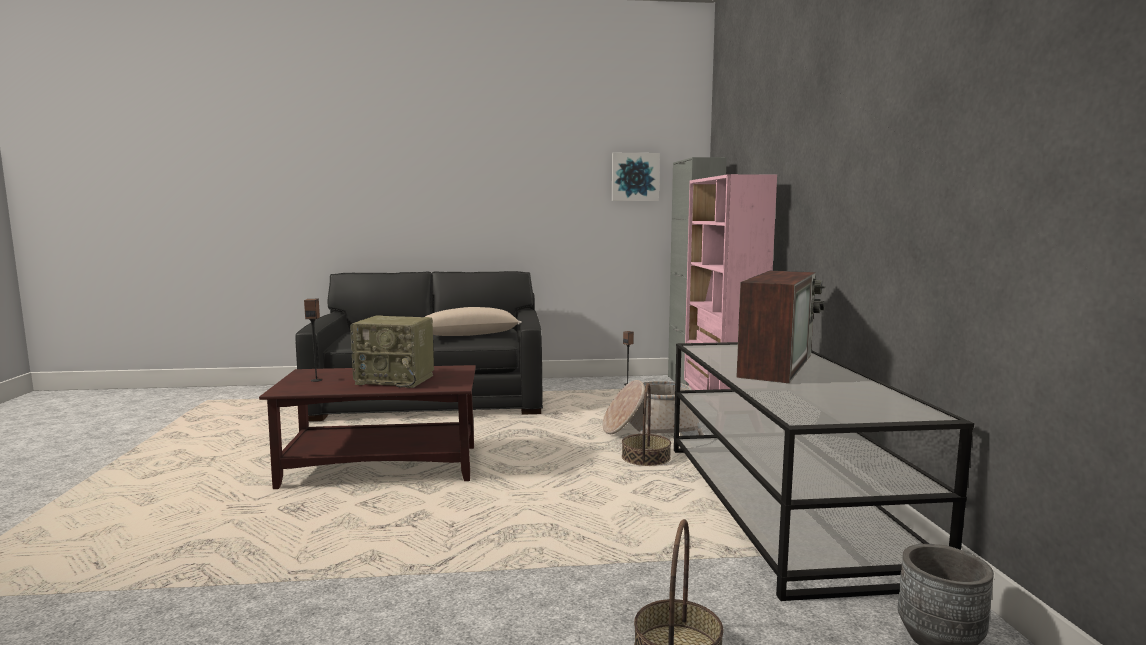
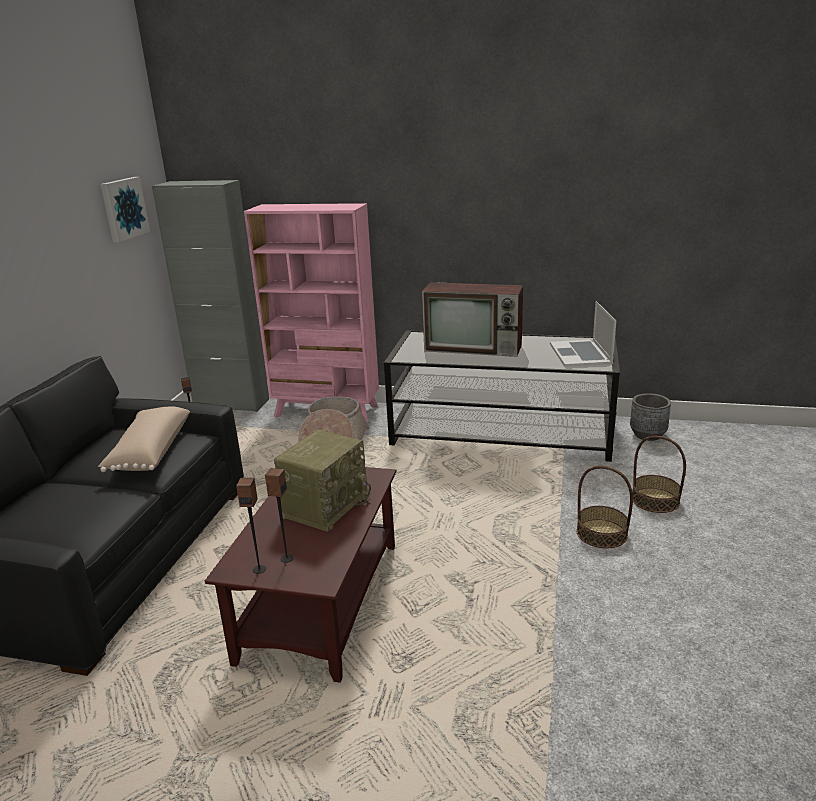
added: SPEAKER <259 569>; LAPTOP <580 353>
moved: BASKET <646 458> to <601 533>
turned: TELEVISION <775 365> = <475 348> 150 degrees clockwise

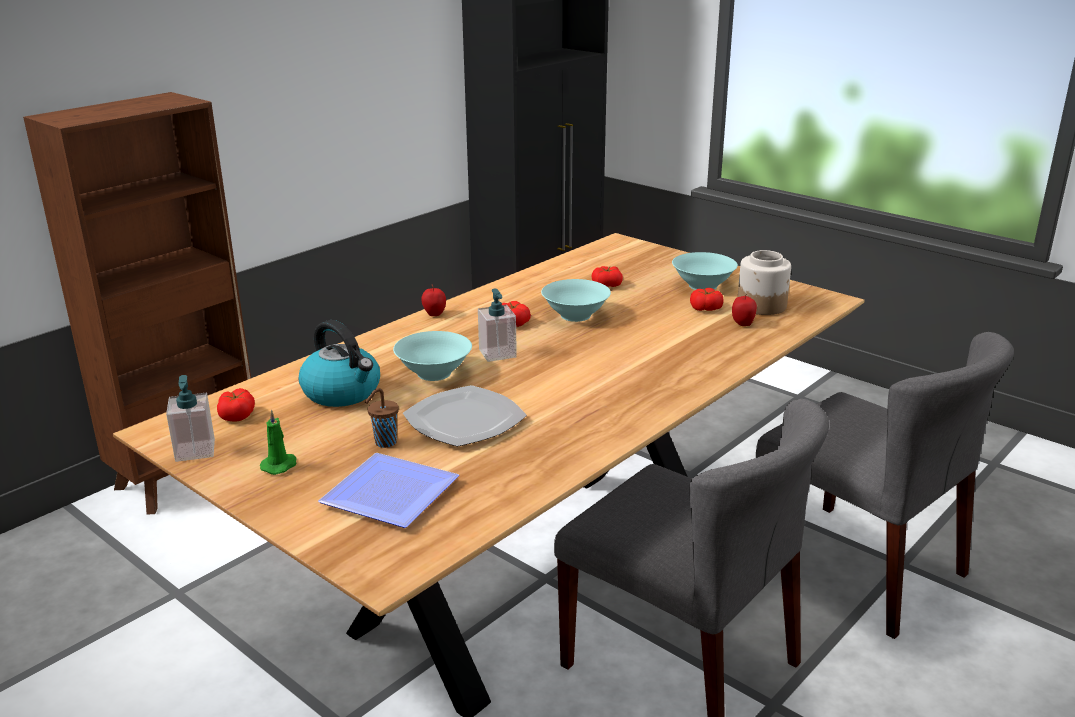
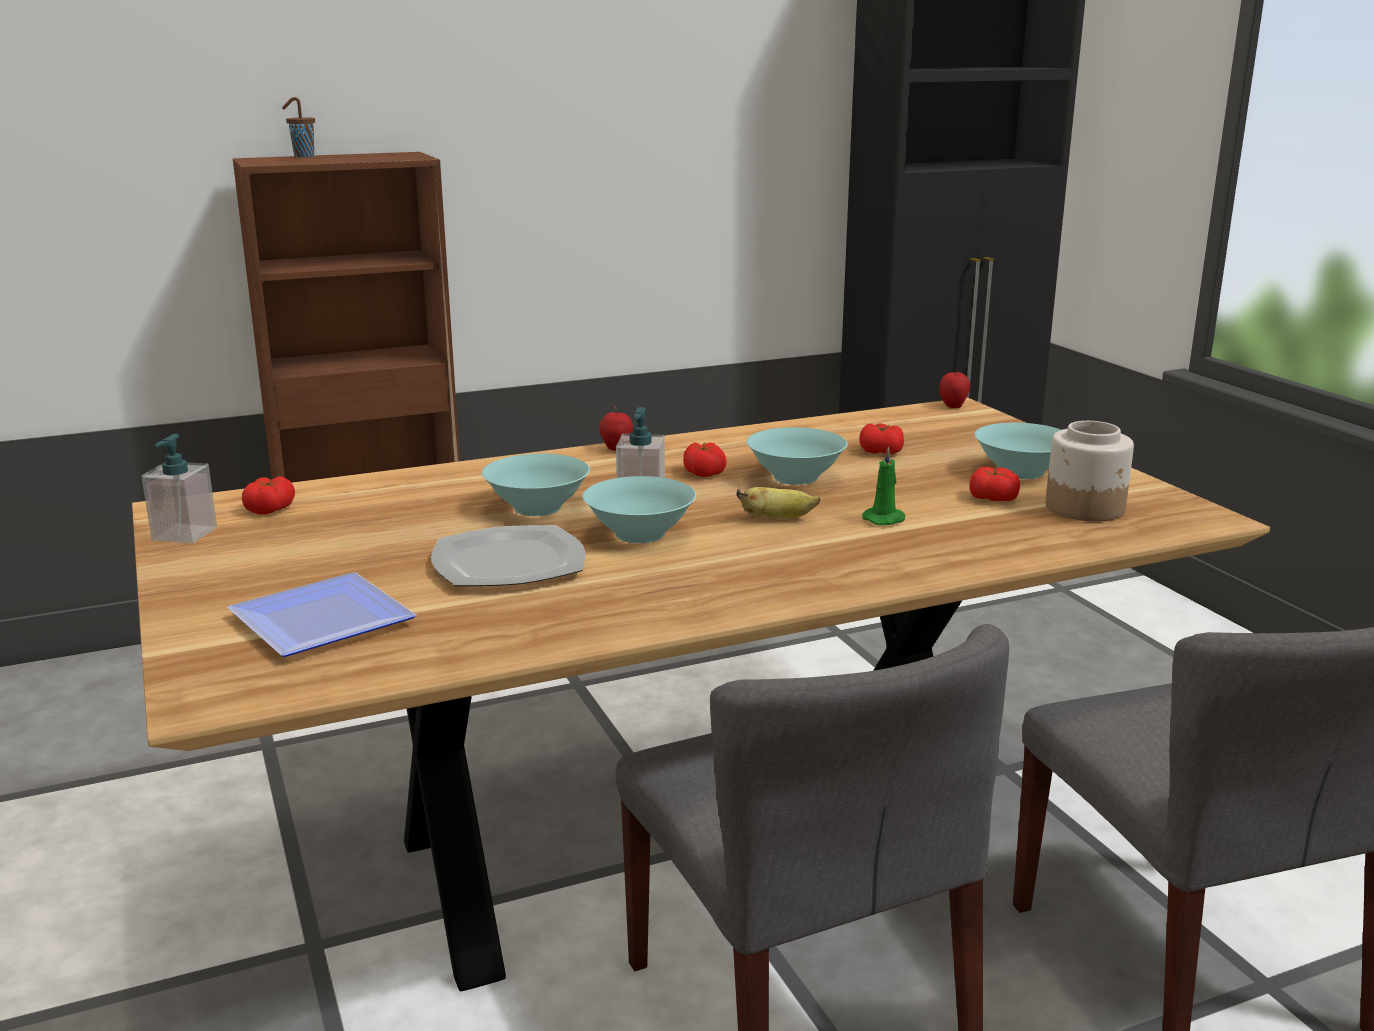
removed: KETTLE <343 392>
added: TURQUOISE BOWL <641 534>; BANANA <777 519>
moved: BROWN CUP <384 443> to <302 156>; GREEN CANDLE <280 465> to <885 519>; APPLE <742 324> to <953 406>

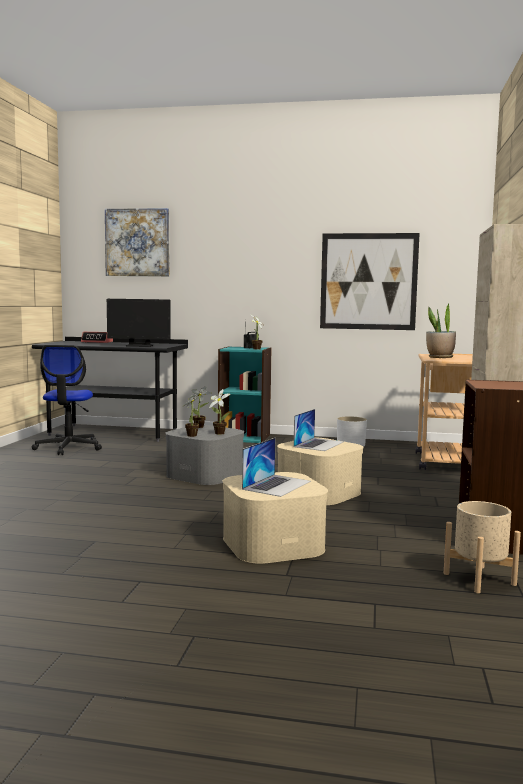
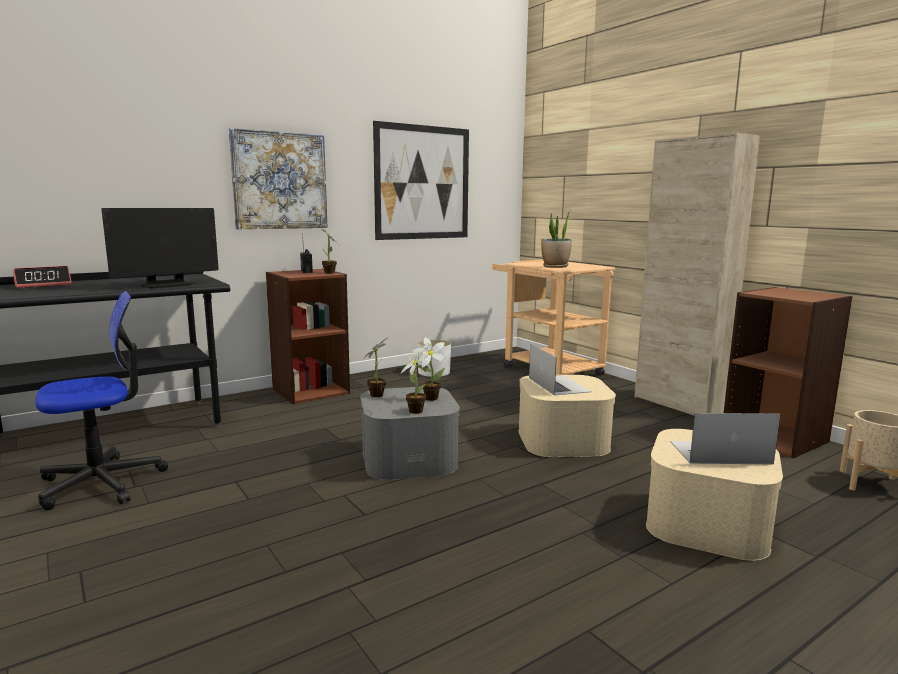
moved: PICTURE <137 242> to <279 181>
recoloured: TURQUOISE BOOKCASE <244 437> to BROWN BOOKCASE <310 390>
turned: OFFICE CHAIR <68 448> = <102 482> 75 degrees counterclockwise; LAPTOP <277 485> = <719 452> 75 degrees counterclockwise

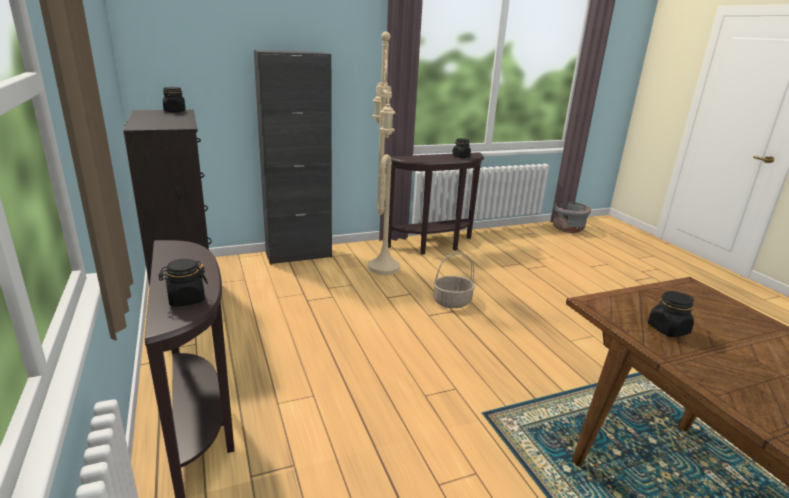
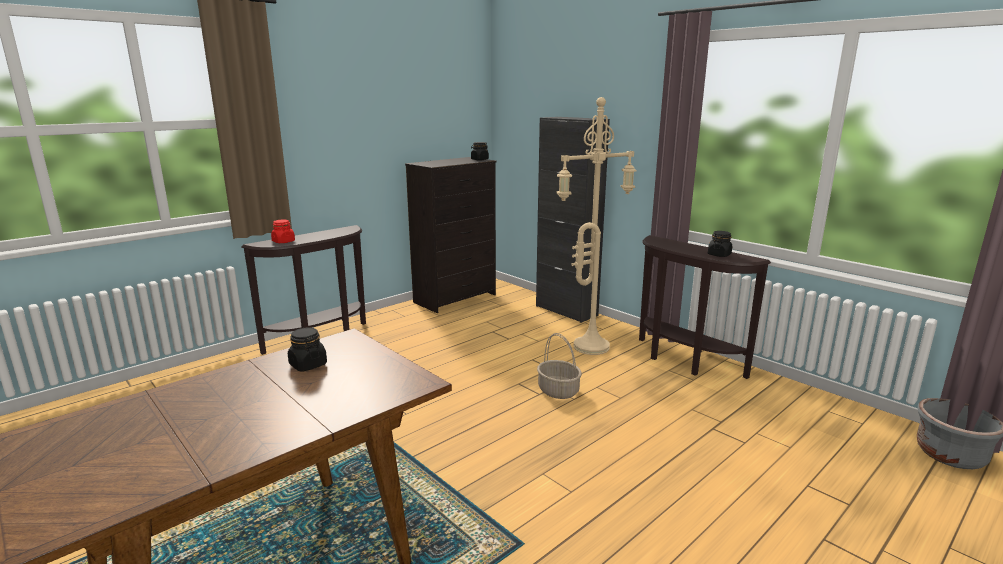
recoloured: BLACK JAR <186 299> to RED JAR <283 241>

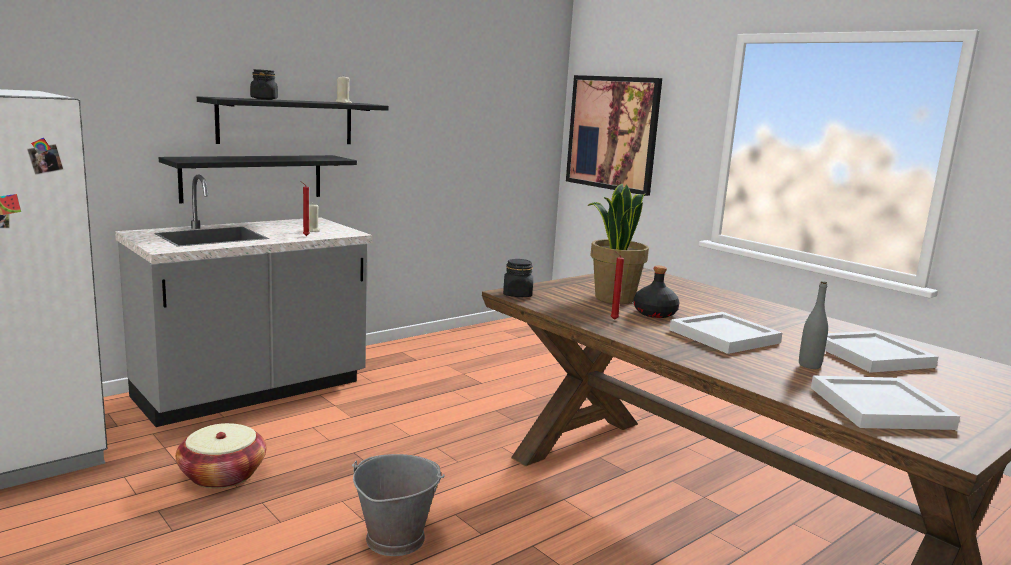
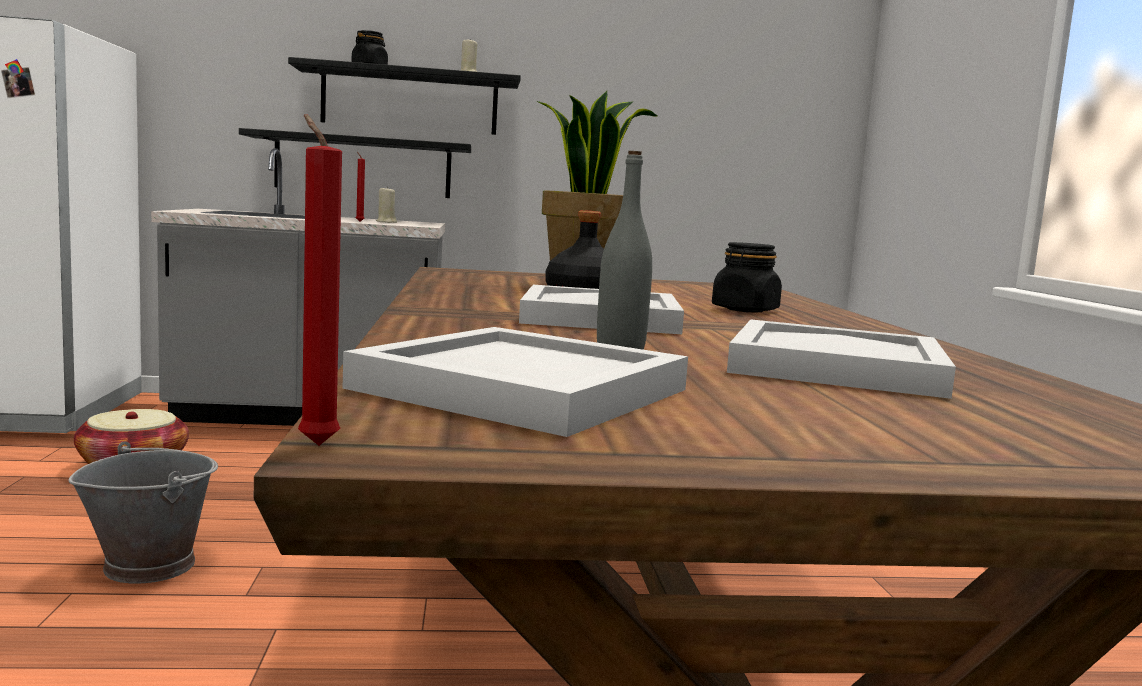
removed: PICTURE <612 133>
moved: RED CANDLE <612 319> to <315 443>; BLACK JAR <517 294> to <745 310>

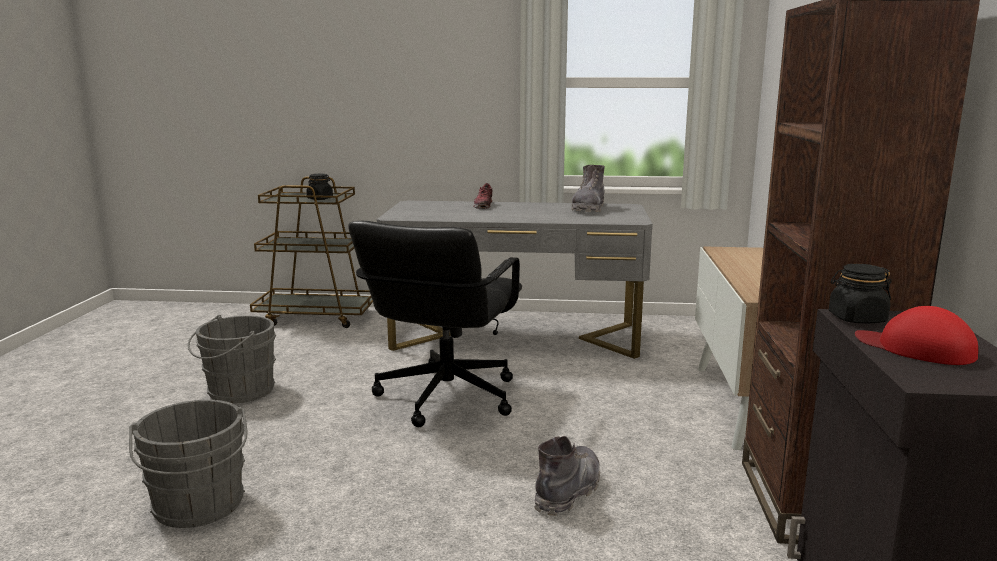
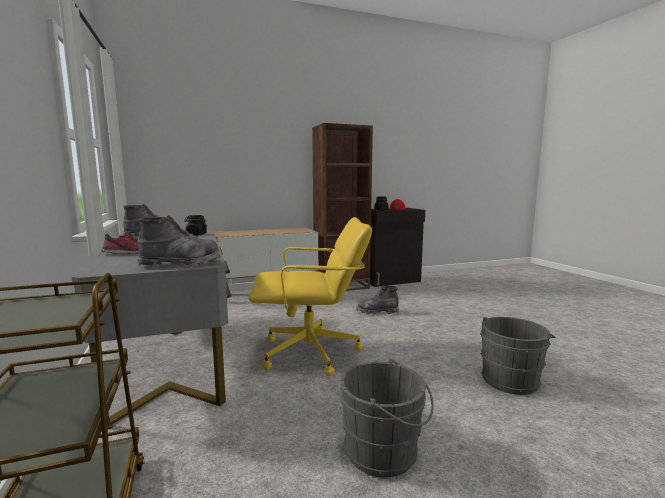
added: GREY BOOT <181 264>
moved: BLACK JAR <320 198> to <196 234>
recoloured: BLACK OFFICE CHAIR <445 397> to YELLOW OFFICE CHAIR <311 353>

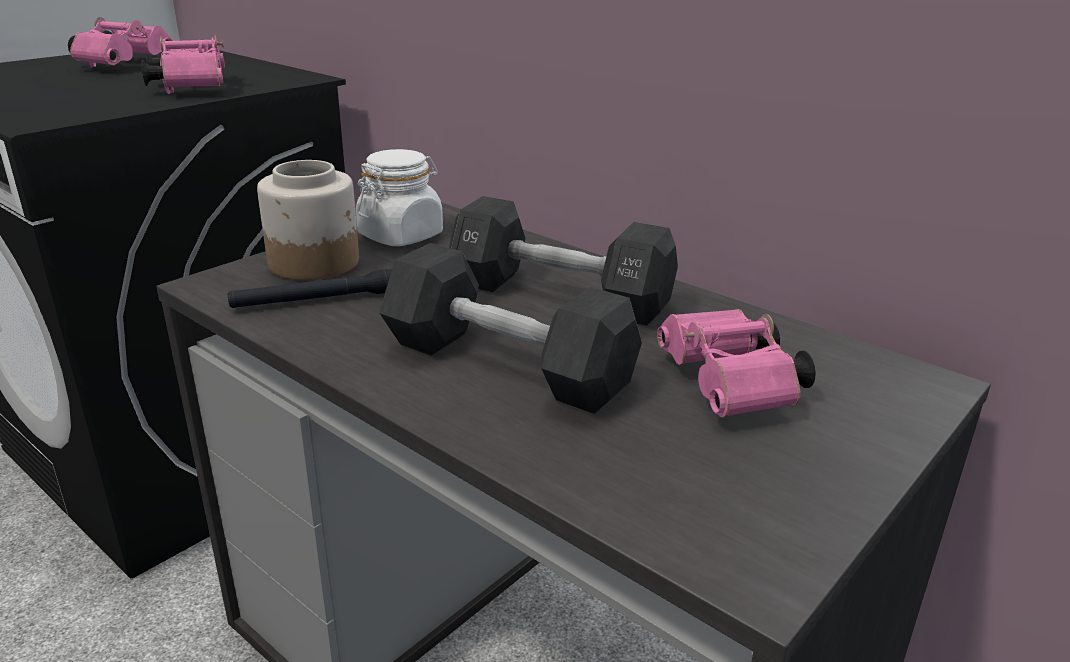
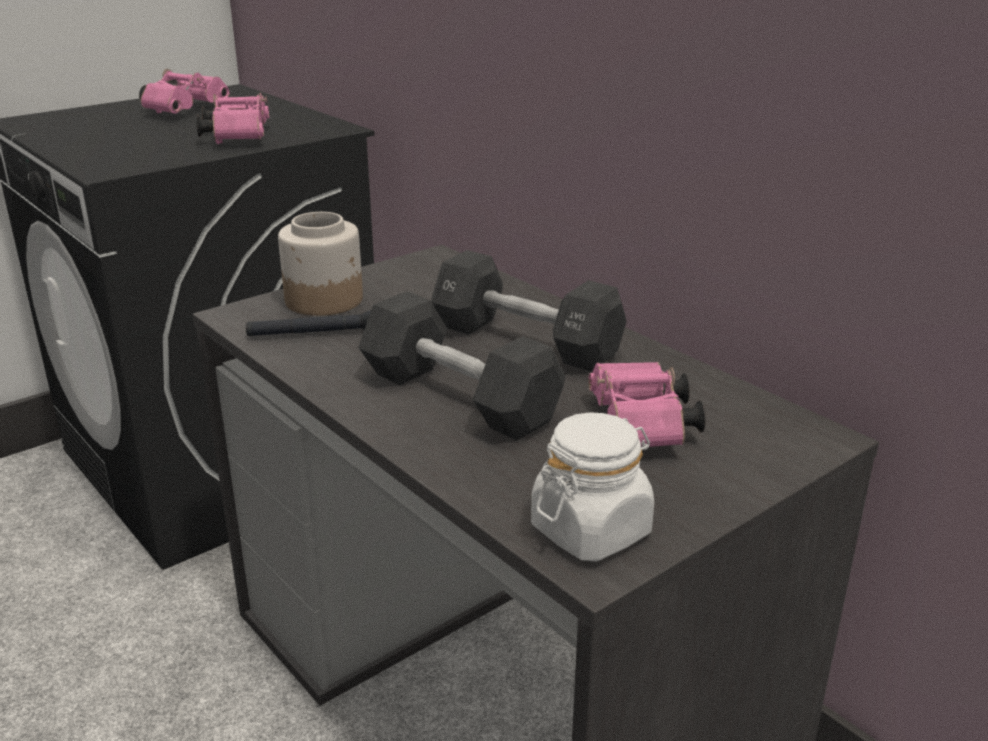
moved: WHITE JAR <401 235> to <591 530>

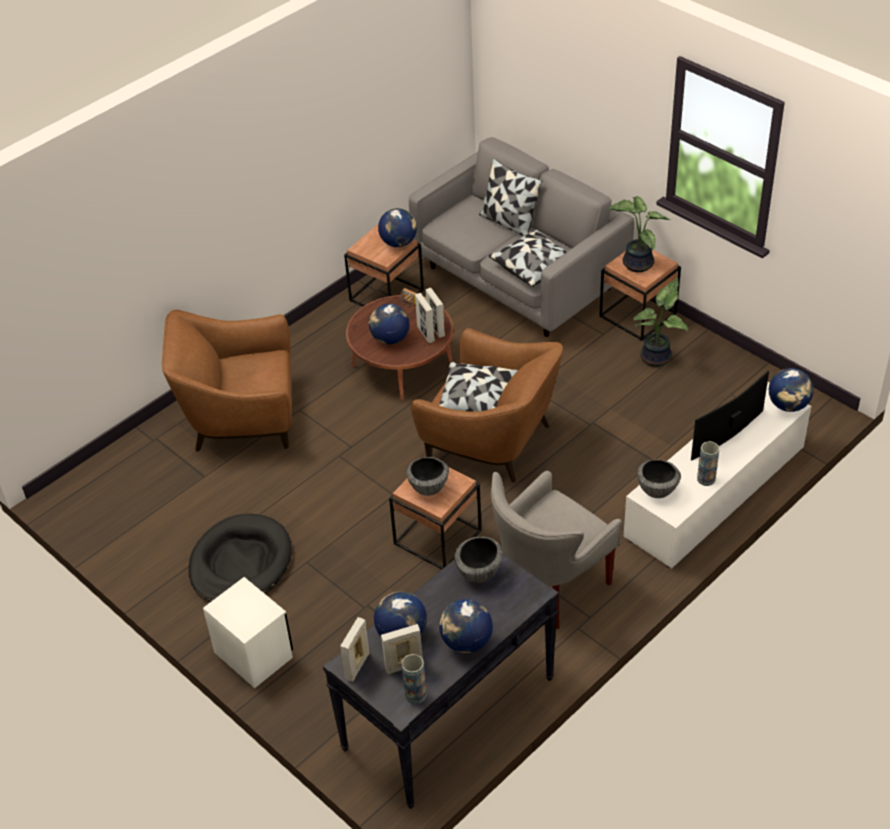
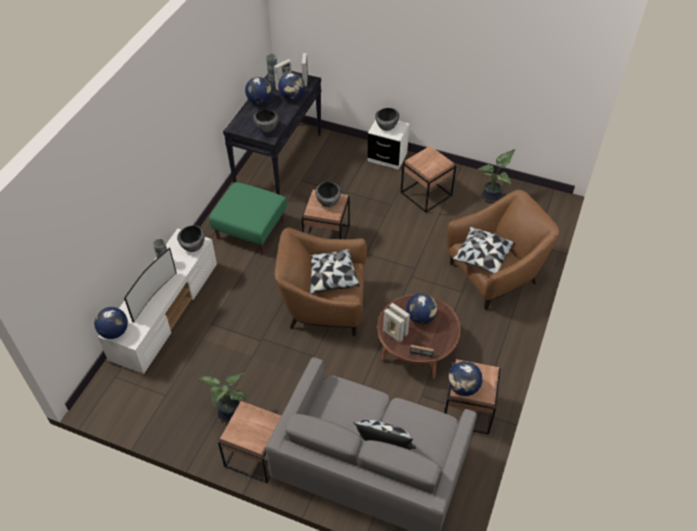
added: BOWL <386 127>
moved: PILLOW <534 267> to <482 257>; POTTED PLANT <636 263> to <492 197>
replaced: GREY ARMCHAIR <550 585> to GREEN OTTOMAN <251 229>; BLACK DOG BED <240 563> to BROWN SIDE TABLE <426 194>

